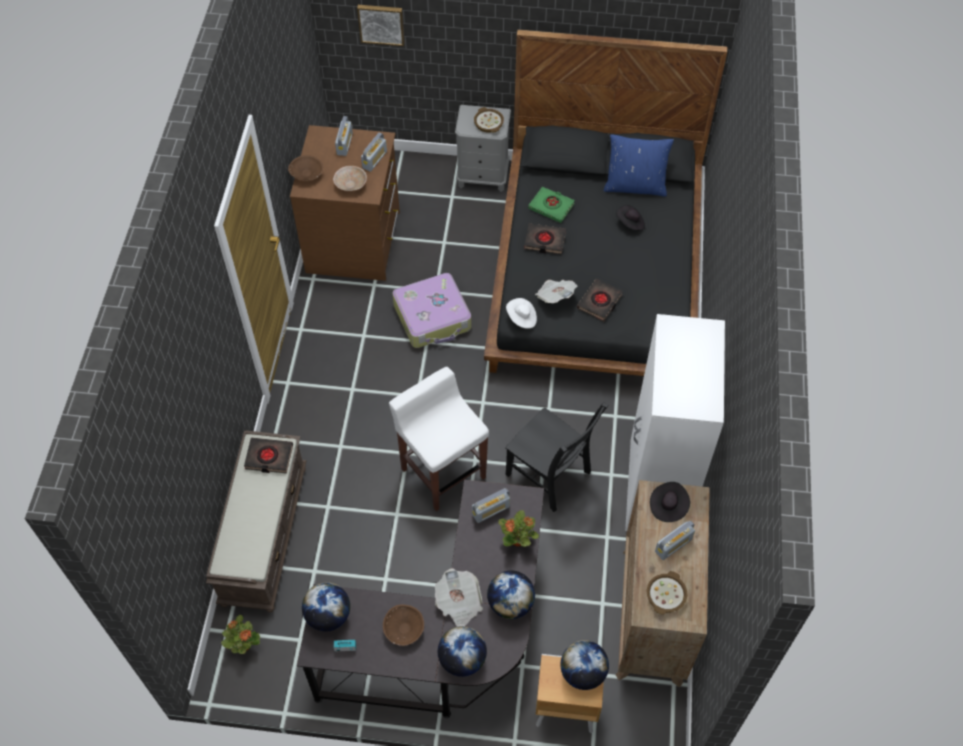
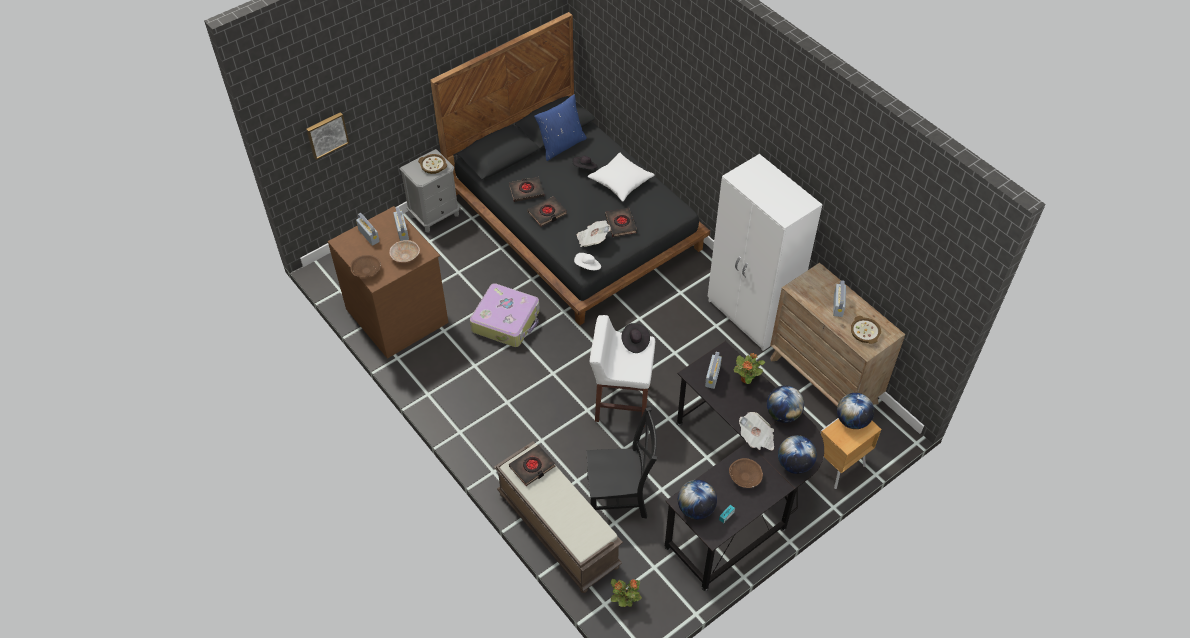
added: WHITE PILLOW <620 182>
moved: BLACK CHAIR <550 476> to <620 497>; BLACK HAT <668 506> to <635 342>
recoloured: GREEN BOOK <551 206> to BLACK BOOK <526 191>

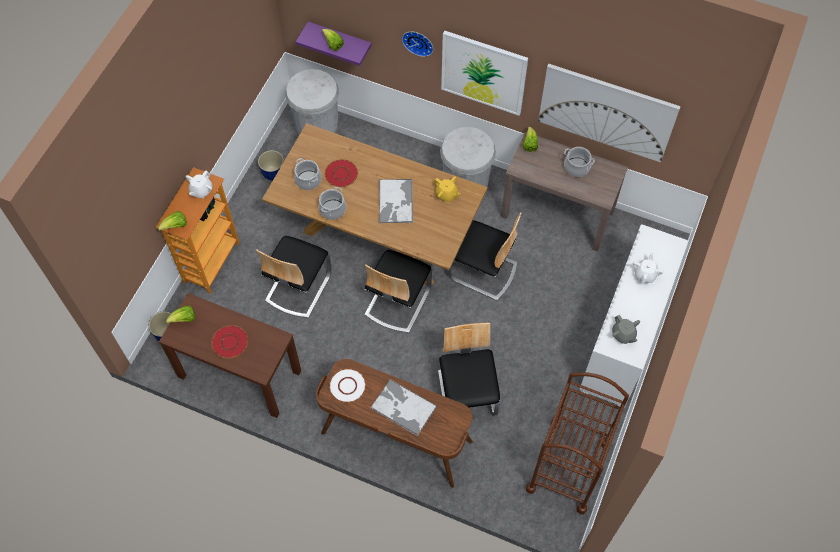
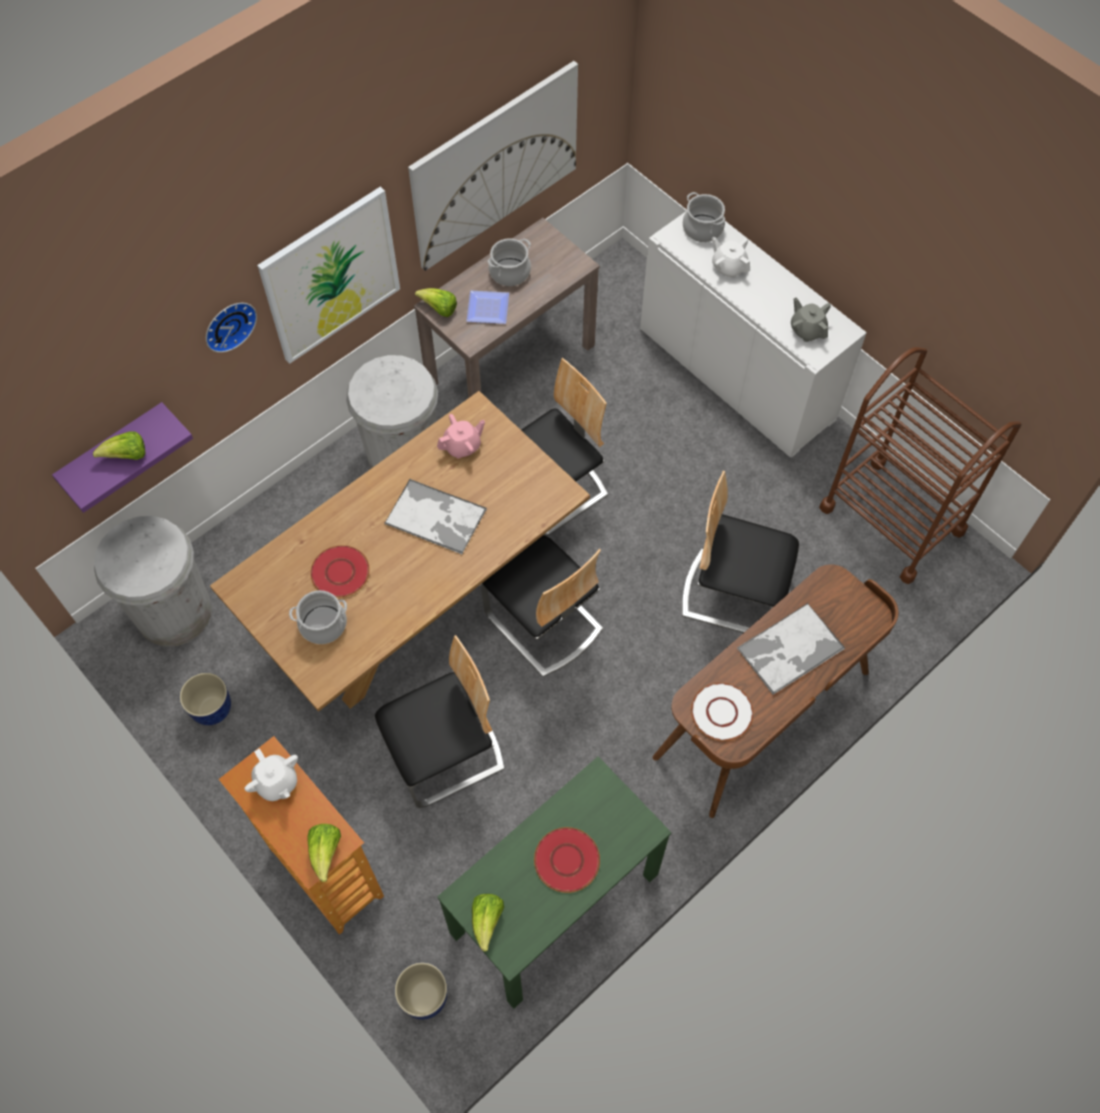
added: PLATE <489 307>
moved: COOKING POT <332 209> to <703 228>
recoloured: YELLOW TEAPOT <446 194> to PINK TEAPOT <462 446>; BROWN CONSOLE TABLE <239 374> to GREEN CONSOLE TABLE <554 904>
turned: CHAIR <298 287> = <445 754> 75 degrees counterclockwise; GREY TEAPOT <623 335> = <807 330> 120 degrees counterclockwise

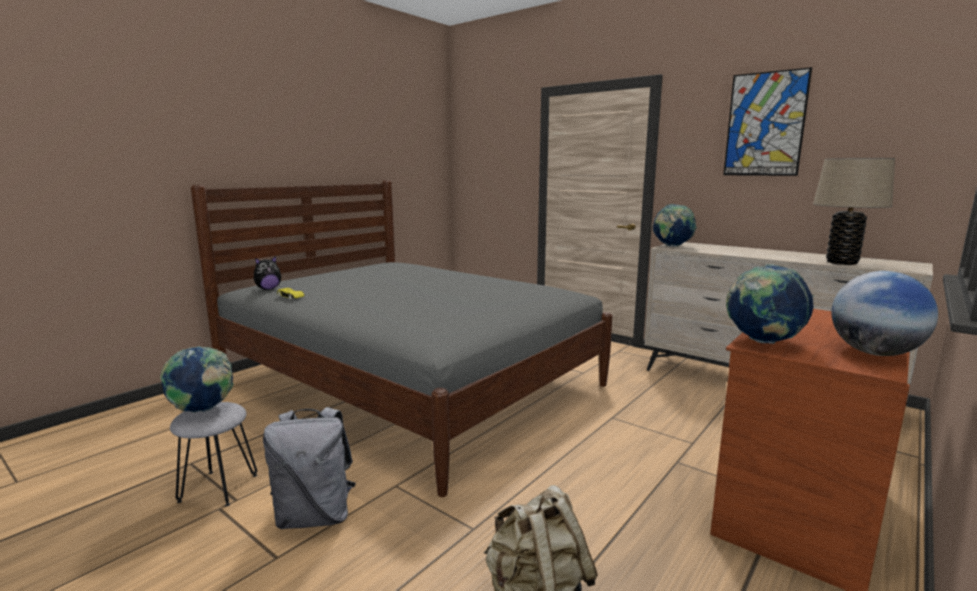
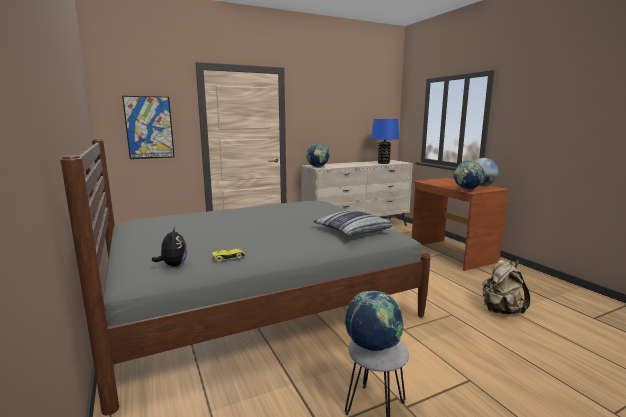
removed: GREY BACKPACK <315 516>
added: PILLOW <352 231>
moved: PICTURE <765 124> to <149 127>
recoloured: BEIGE TABLE LAMP <841 262> to BLUE TABLE LAMP <383 163>

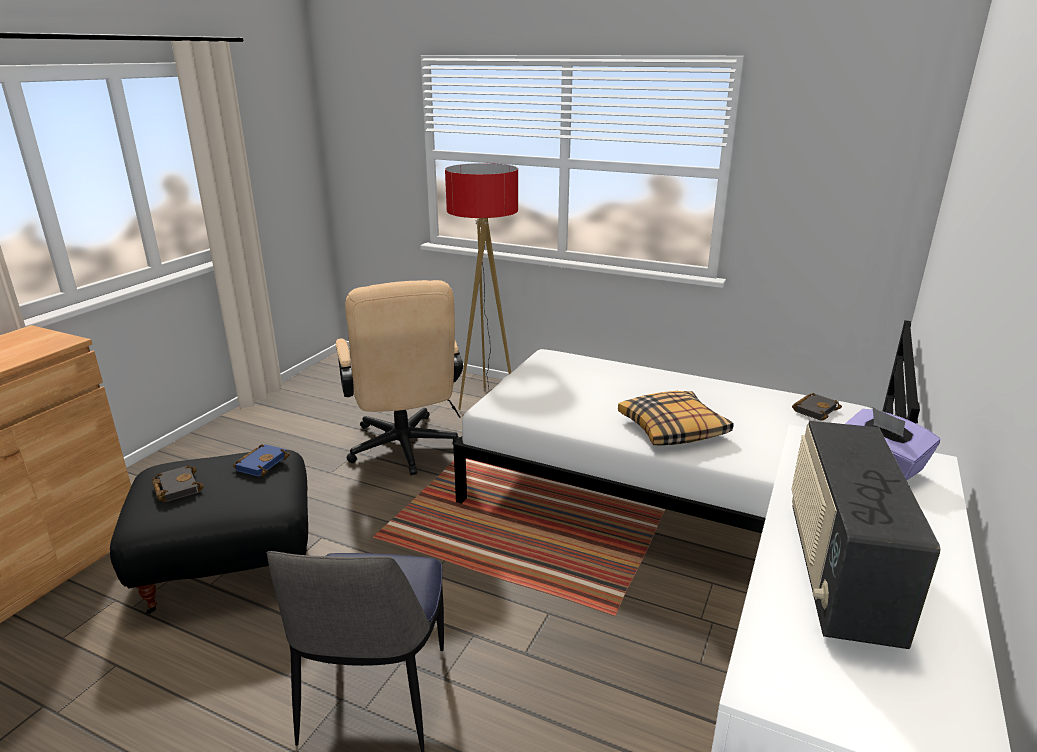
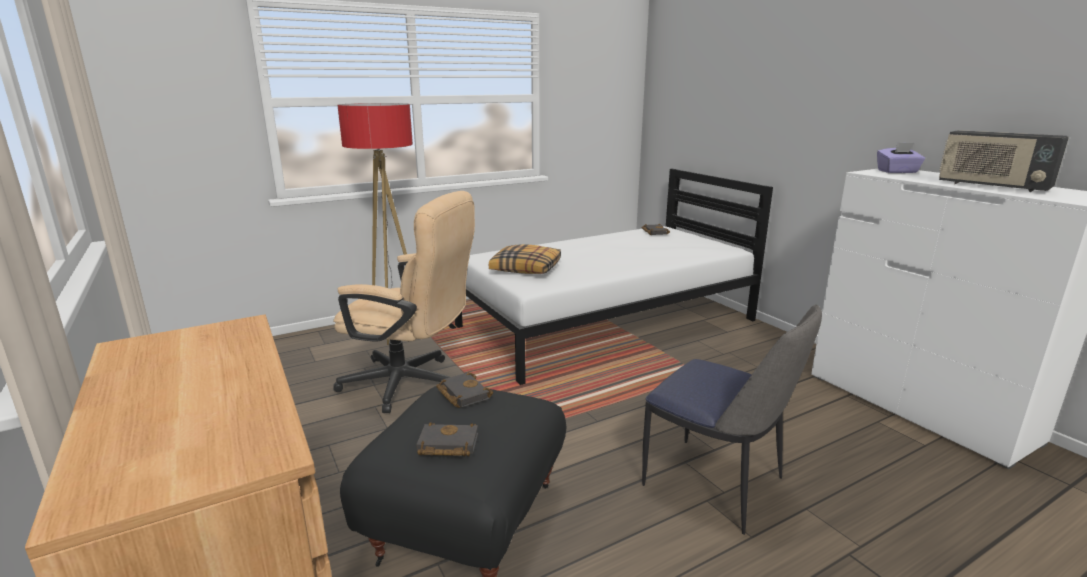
moved: PILLOW <673 429> to <526 269>
recoloured: BLUE BOOK <261 463> to BLACK BOOK <462 394>

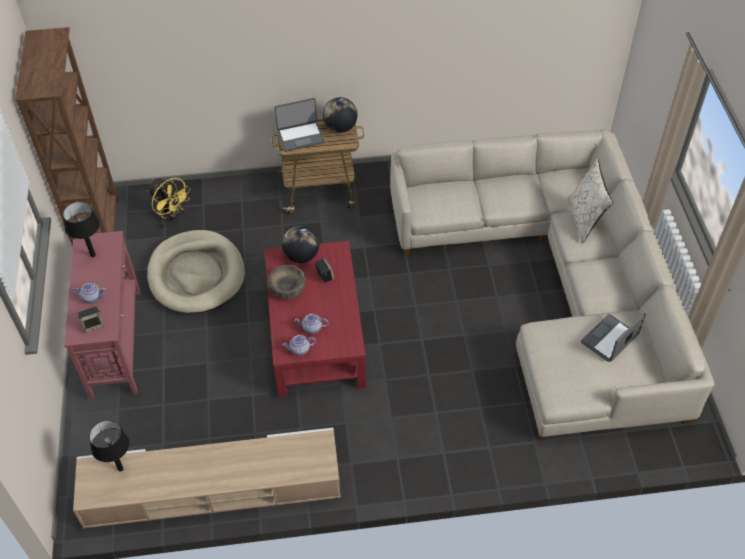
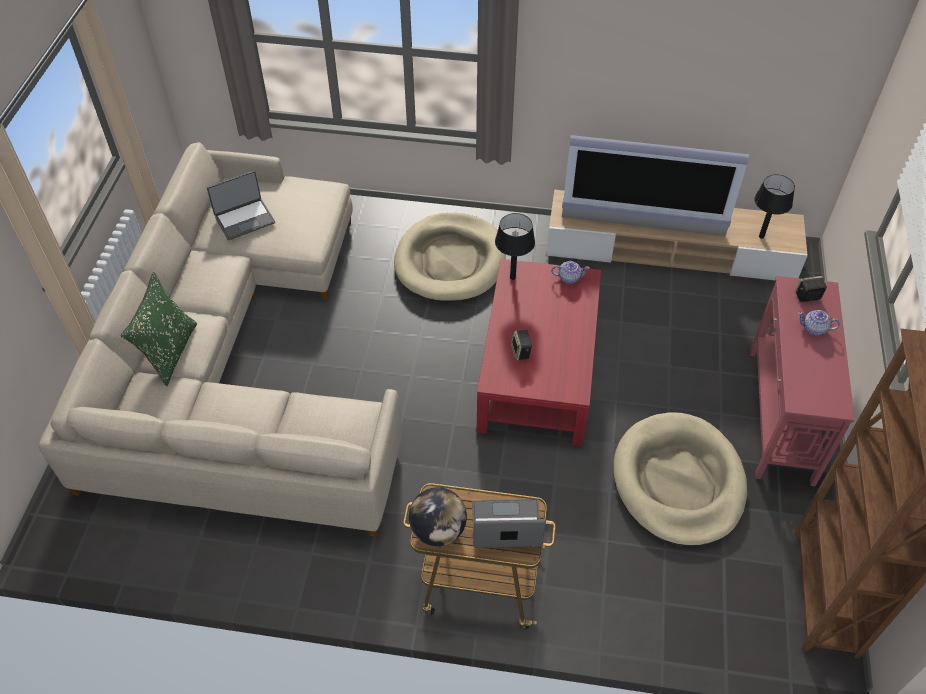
removed: YELLOW FAN <172 218>; BROWN BOWL <287 289>; GLOBE <301 256>; TEAPOT <312 328>
added: BEIGE DOG BED <450 261>; TELEVISION <642 227>
moved: BLACK TABLE LAMP <93 255> to <512 277>
recoloured: BEIGE PILLOW <585 219> to GREEN PILLOW <169 352>

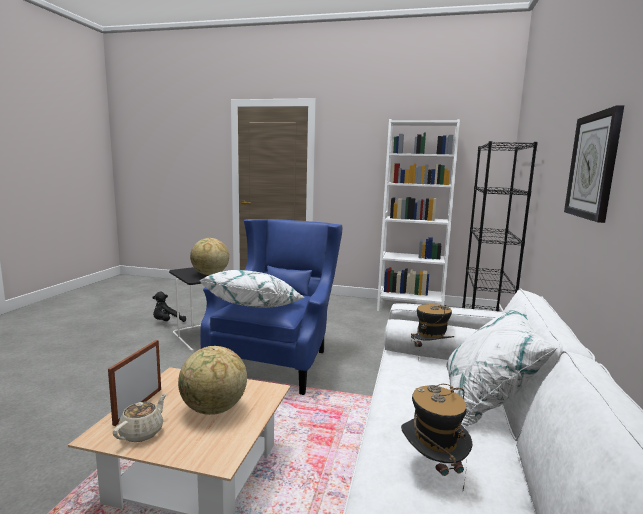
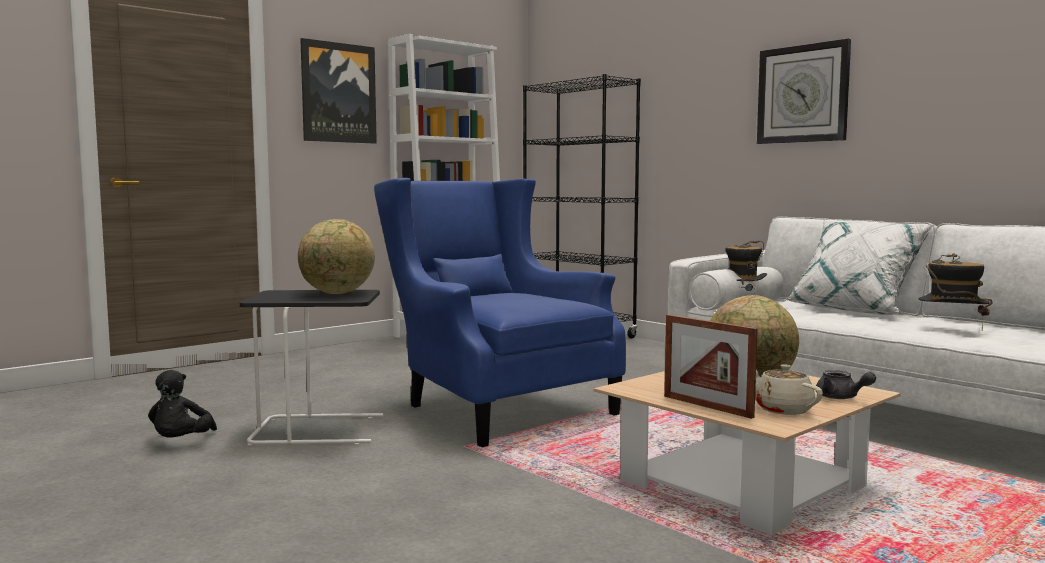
removed: WHITE PILLOW <255 307>
added: PICTURE <338 93>; GREY TEAPOT <841 398>

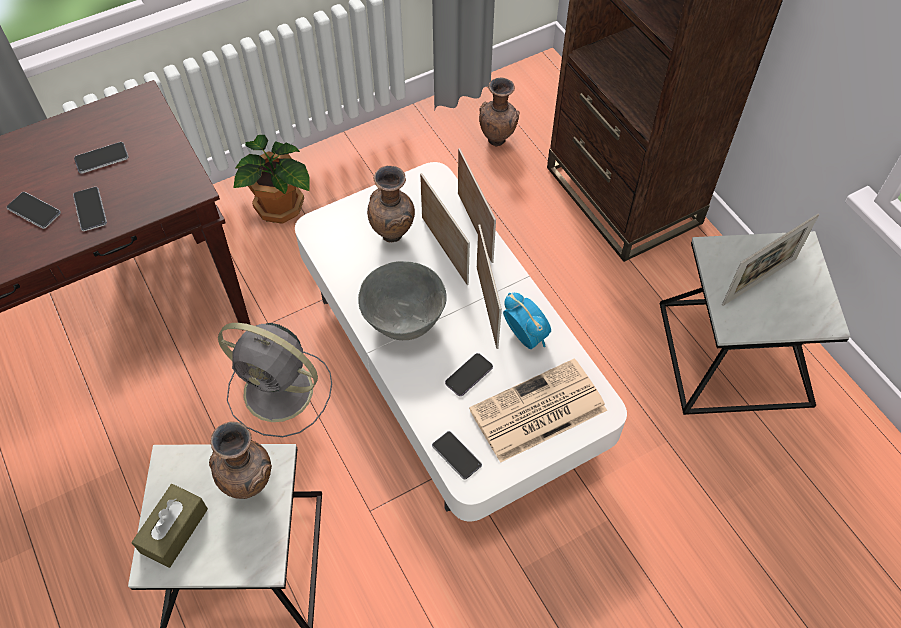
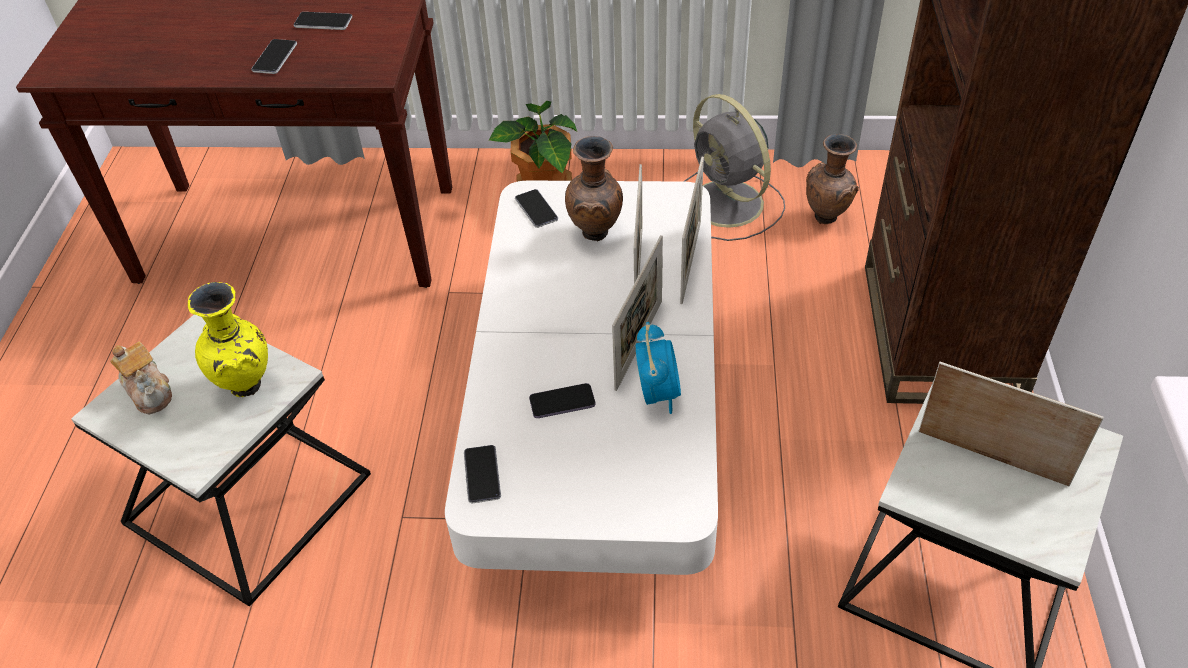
removed: GREY BOWL <404 320>; NEWSPAPER <536 411>
moved: PHONE <34 211> to <536 209>; GREY FAN <281 392> to <729 205>
replaced: BROWN TISSUE BOX <174 530> to TEAPOT <149 391>
recoloured: BROWN VASE <251 485> to YELLOW VASE <248 387>
turned: PICTURE FRAME <759 281> = <992 457> 150 degrees counterclockwise

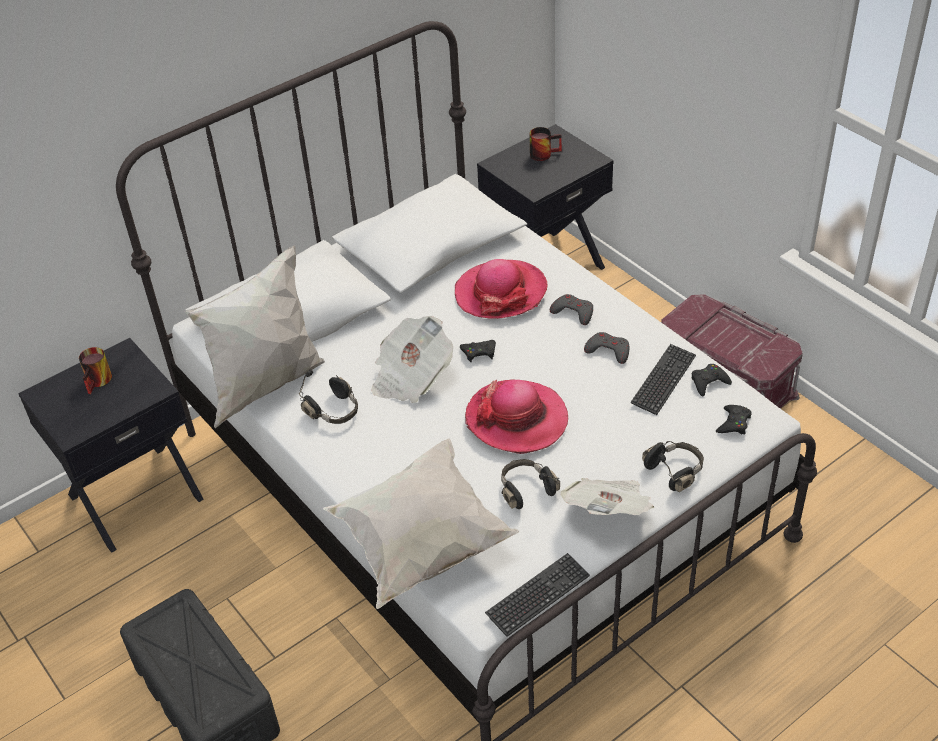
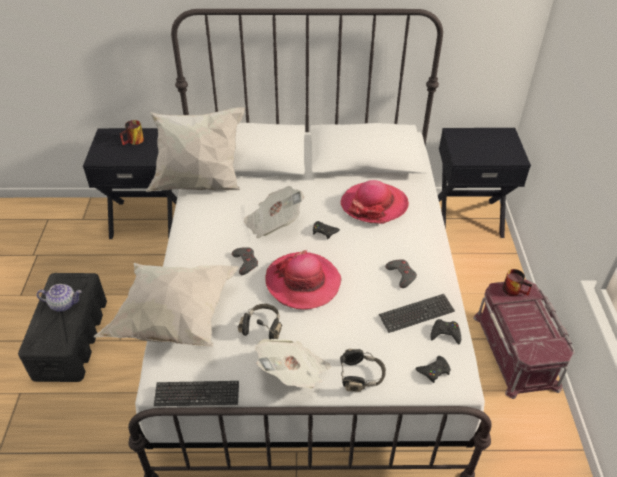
removed: BLACK HEADPHONES <334 411>
added: TEAPOT <64 304>
moved: GREY GAME CONTROLLER <573 312> to <245 262>; MUG <544 153> to <514 289>

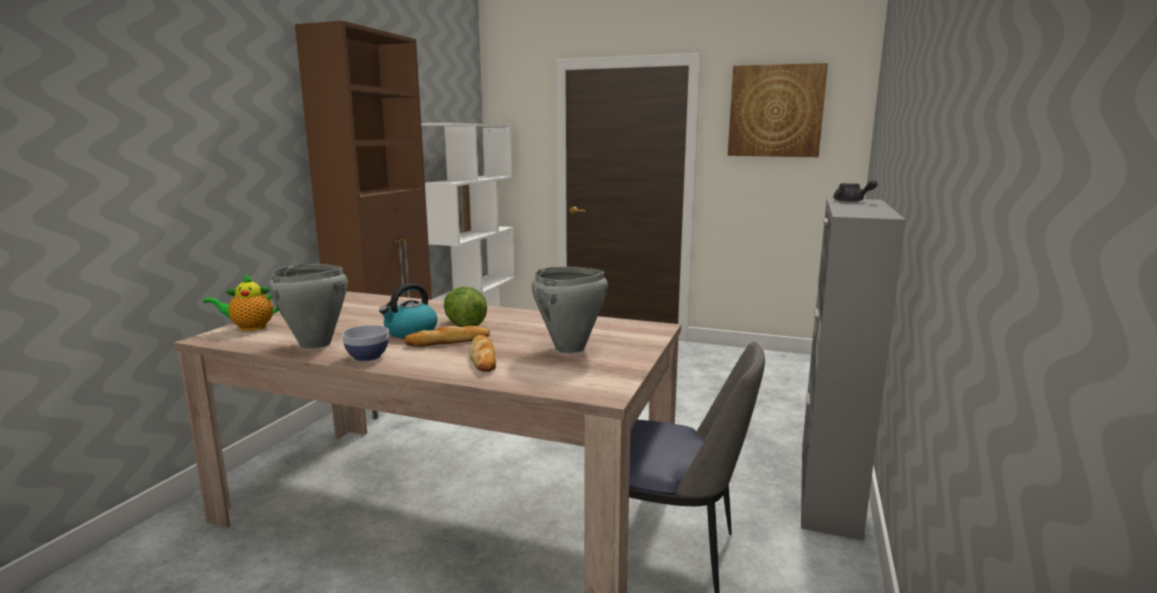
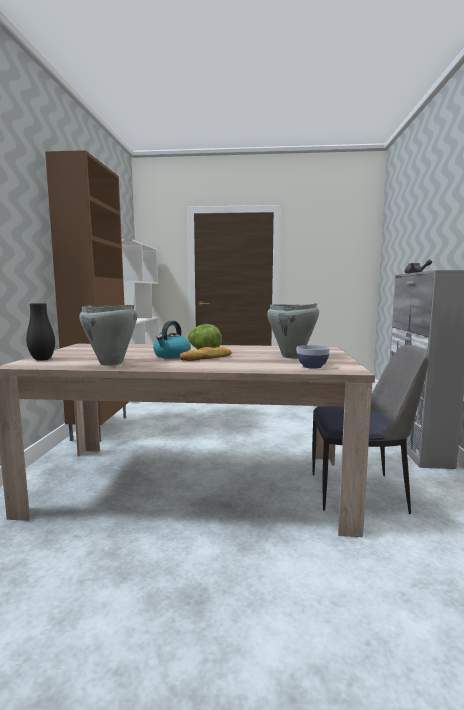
removed: BREAD <483 358>; PICTURE <776 111>
moved: BOWL <367 357> to <312 366>
replaced: TEAPOT <249 327> to BLACK VASE <42 359>

